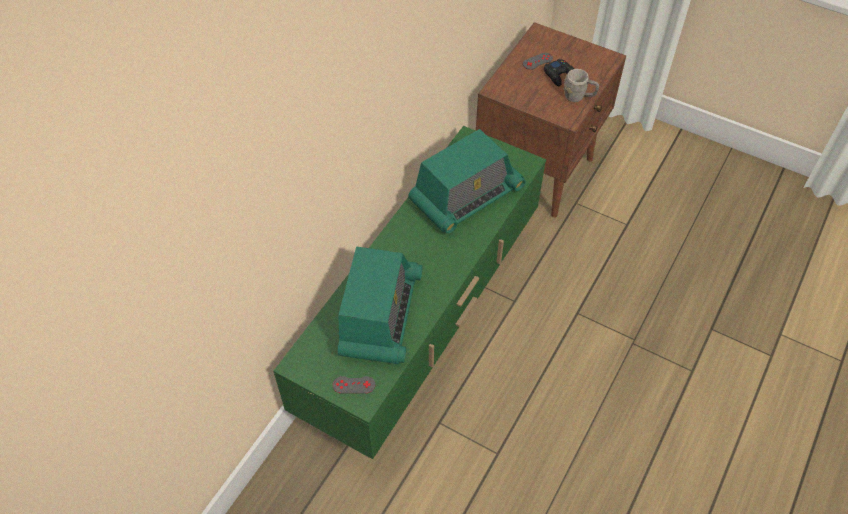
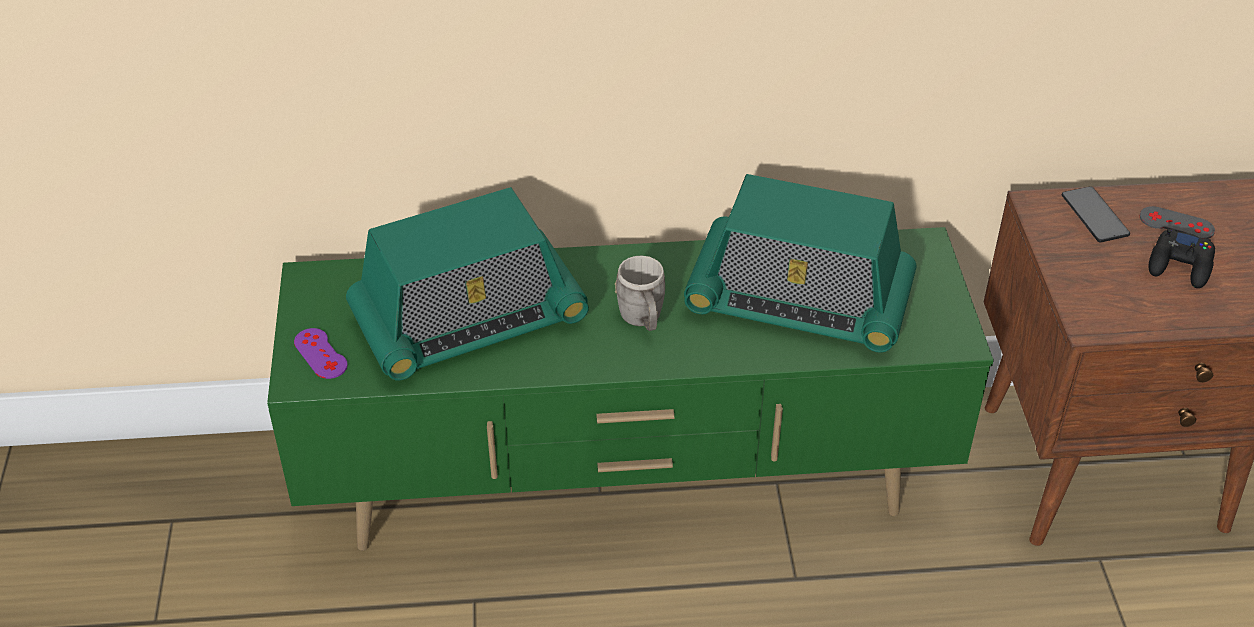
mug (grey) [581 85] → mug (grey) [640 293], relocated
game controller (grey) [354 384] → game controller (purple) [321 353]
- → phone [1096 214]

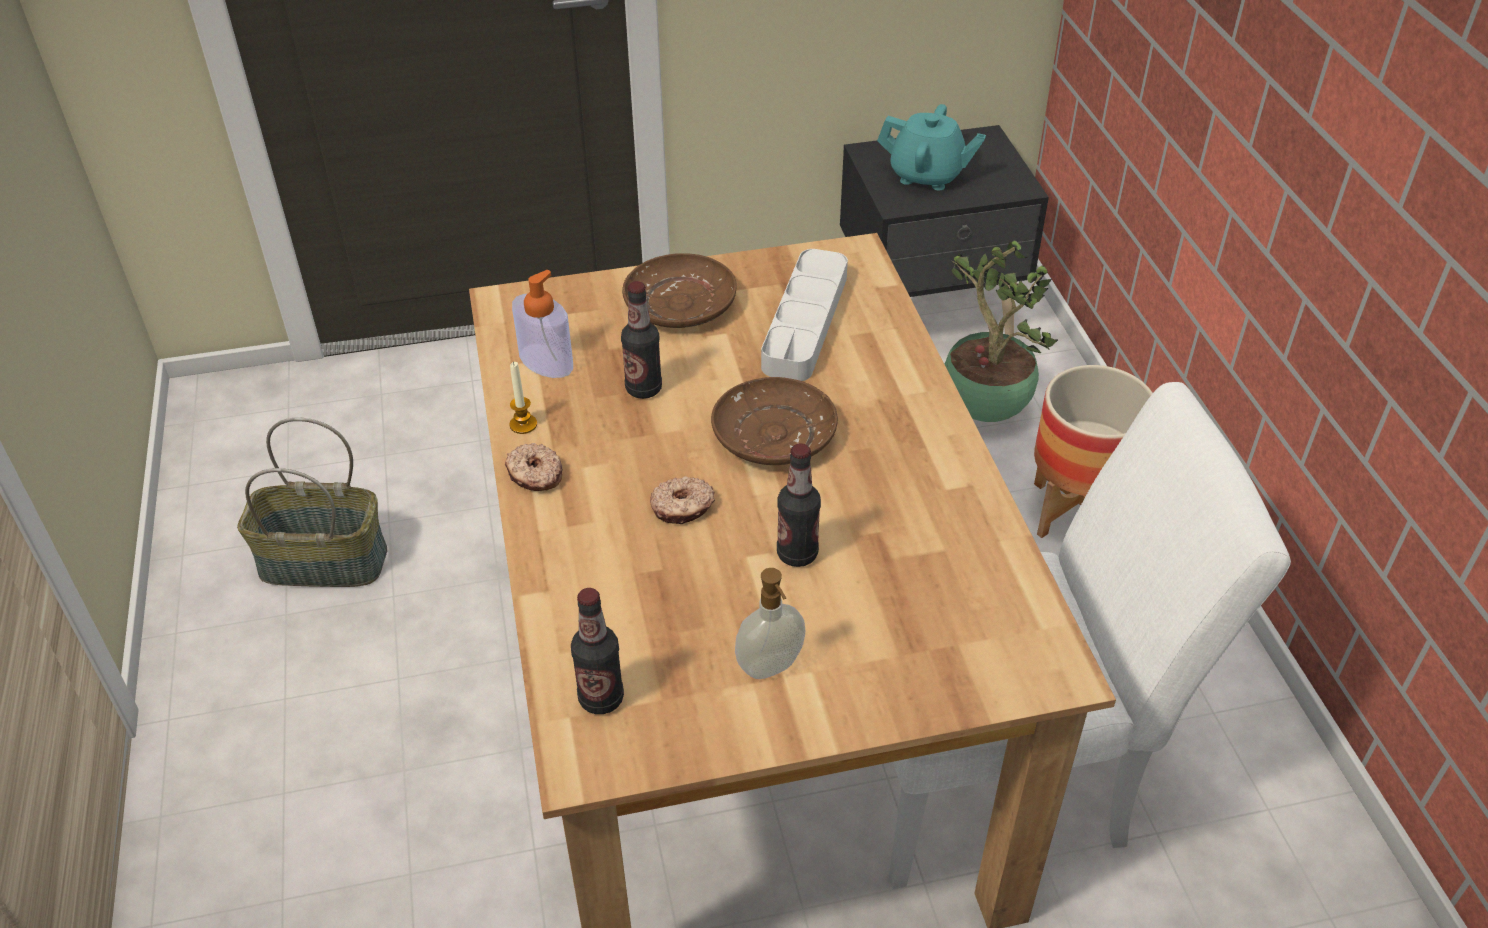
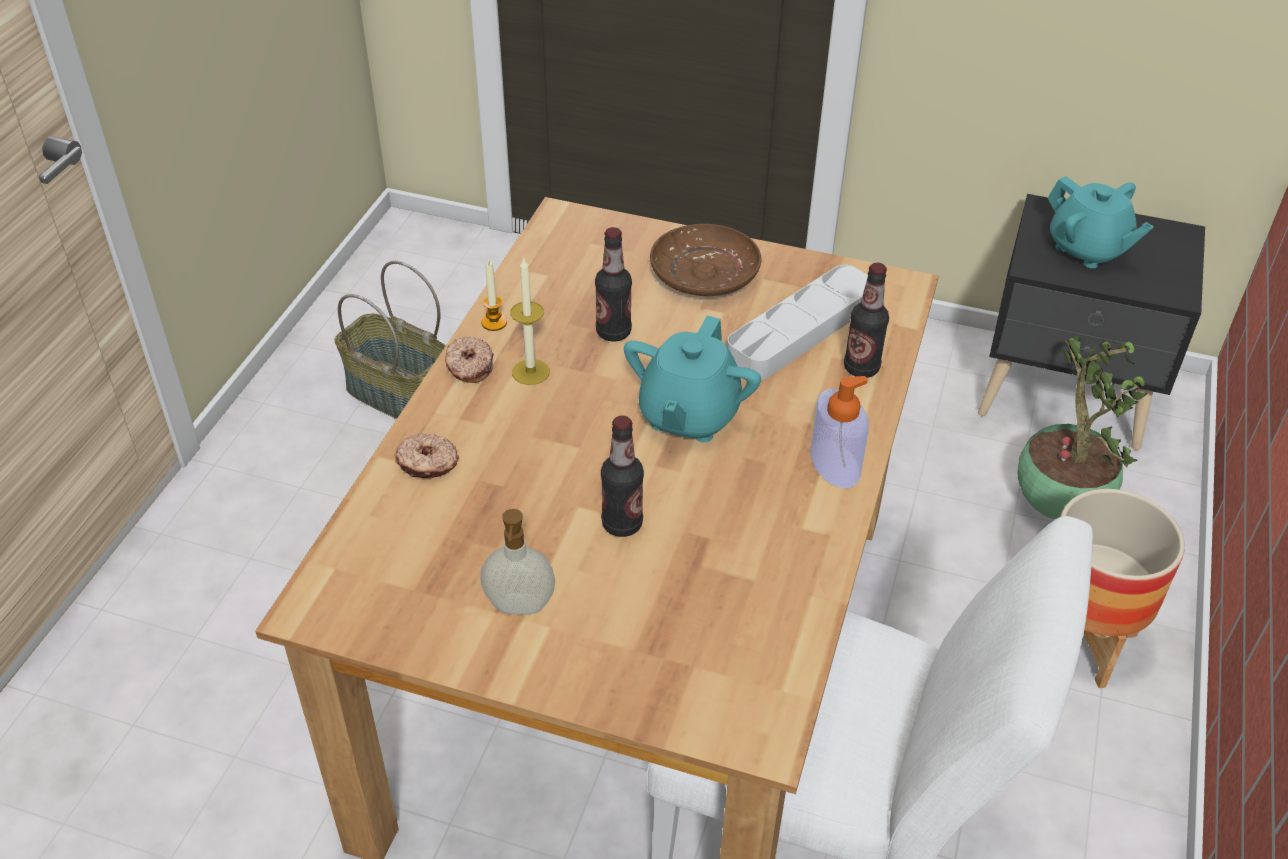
soap dispenser [542 324] → soap dispenser [840 432], relocated
plate (brown) [774 421] → teapot (turquoise) [692 378]
donut [682 500] → donut [426 455], relocated
bottle [597 651] → bottle [866 320], relocated
- → candle [530 321]

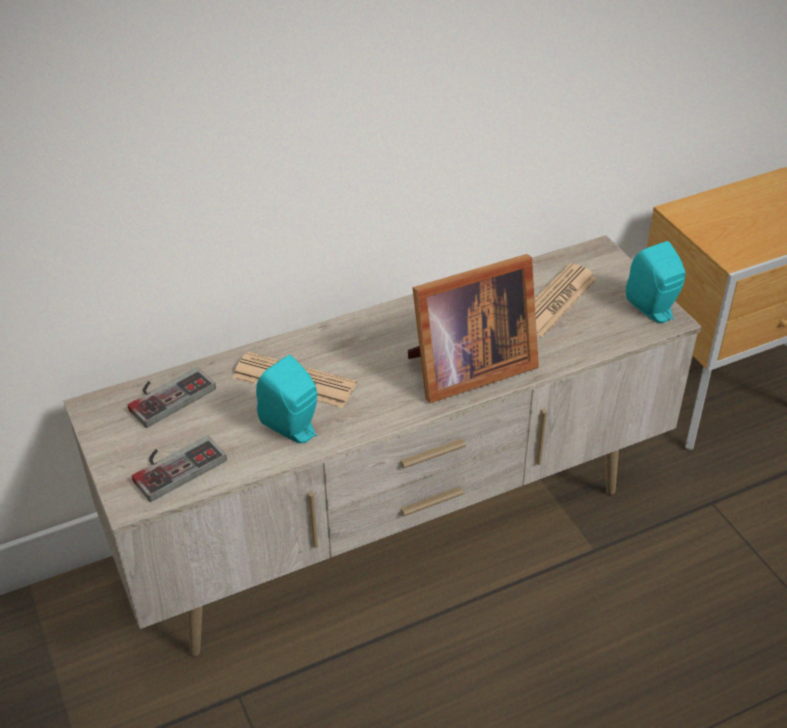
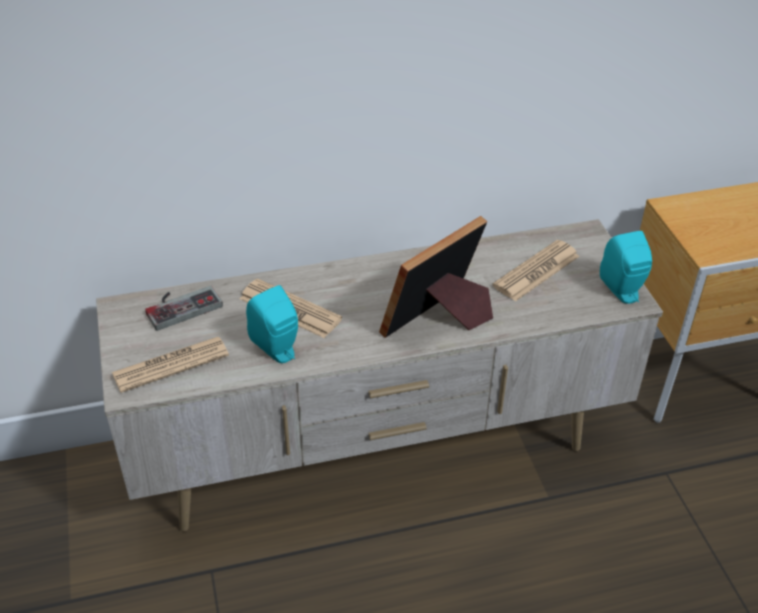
picture frame [473 328] → picture frame [436 277], 150 degrees clockwise
game controller [179 468] → newspaper [170 365]

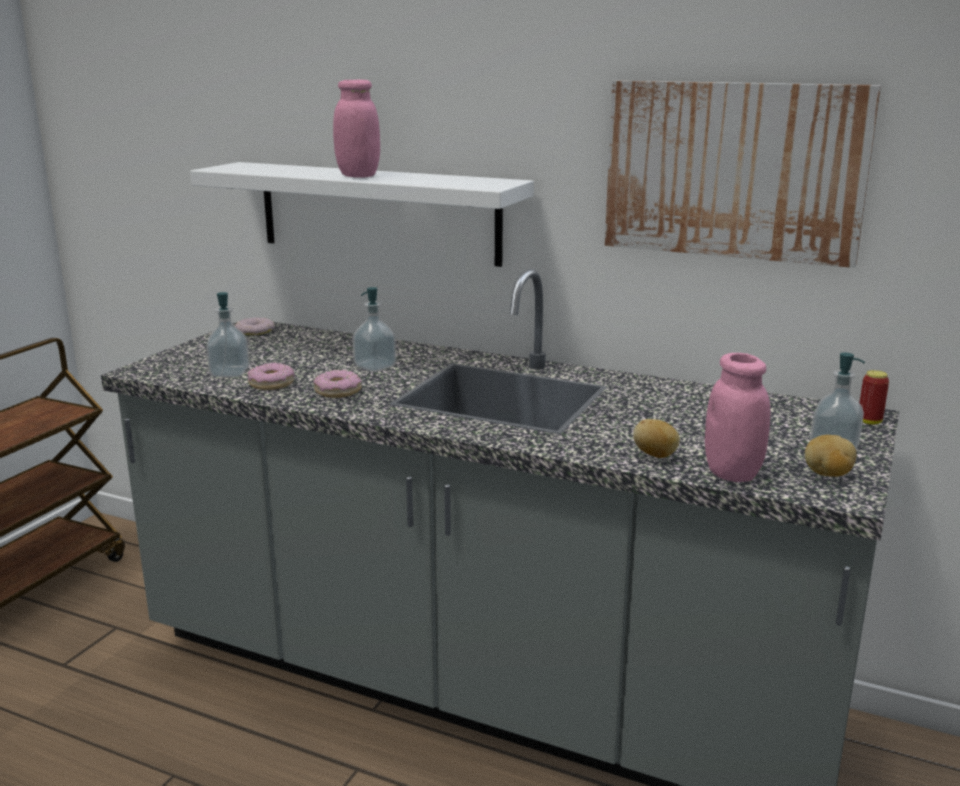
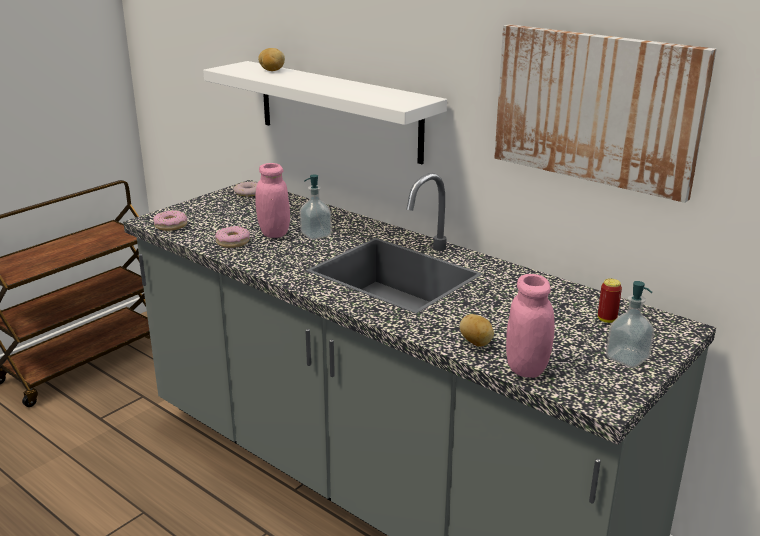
jar (pink) [356 128] → jar (pink) [272 200], relocated
soap dispenser [227 334] → -
donut [337 384] → donut [170 220], relocated
can [874 397] → can [610 300], relocated
potato [831 456] → potato [271 59], relocated

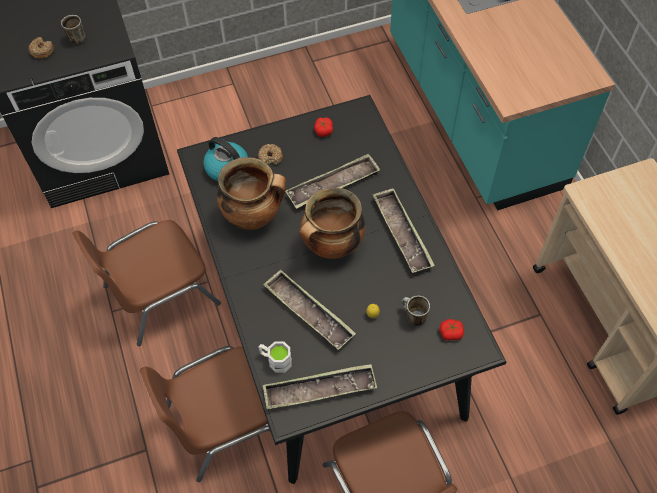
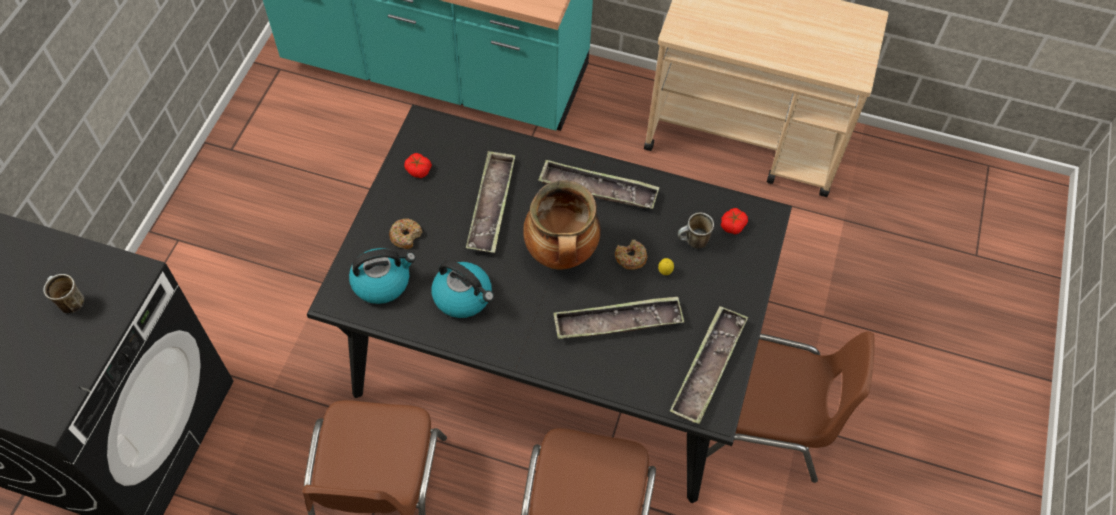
donut [41 48] → donut [631 255], relocated
cooking pot [251 193] → kettle [463 289]
mug (white) [275 357] → -

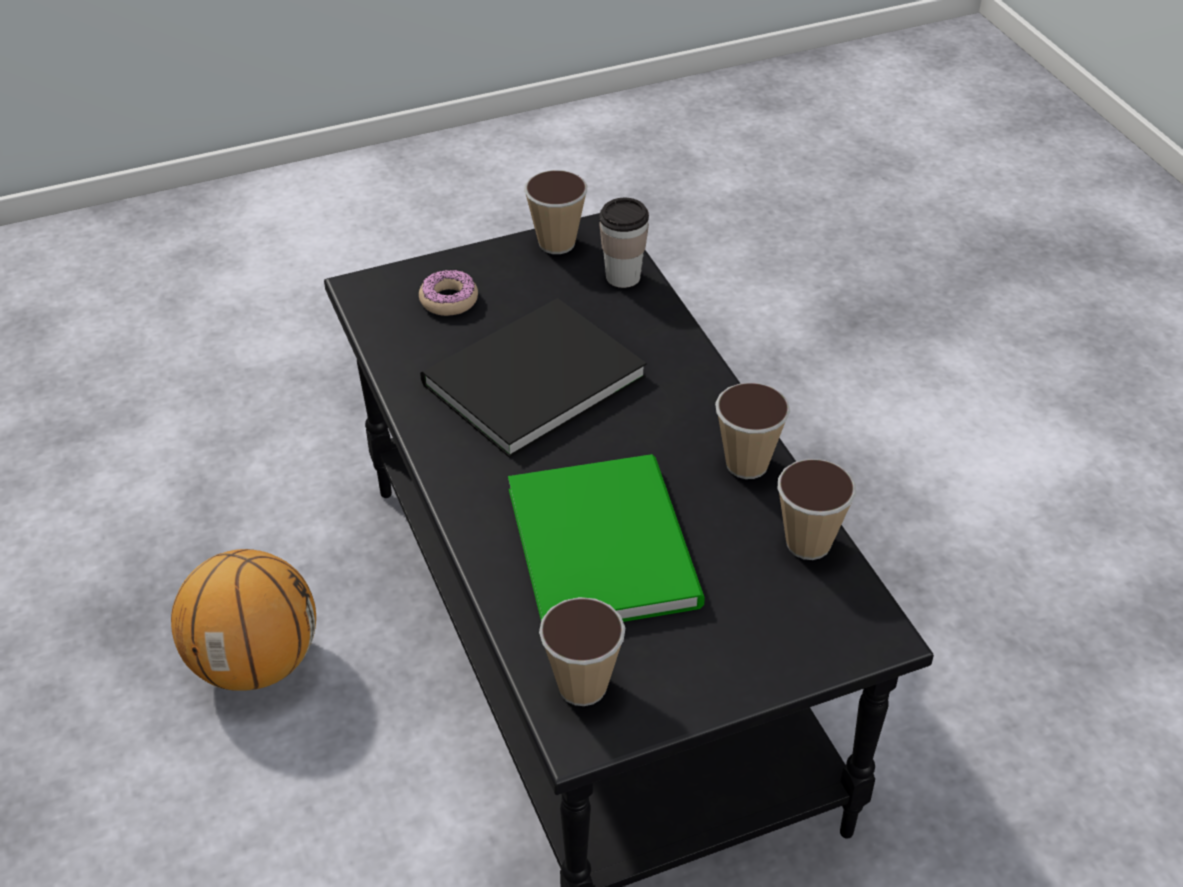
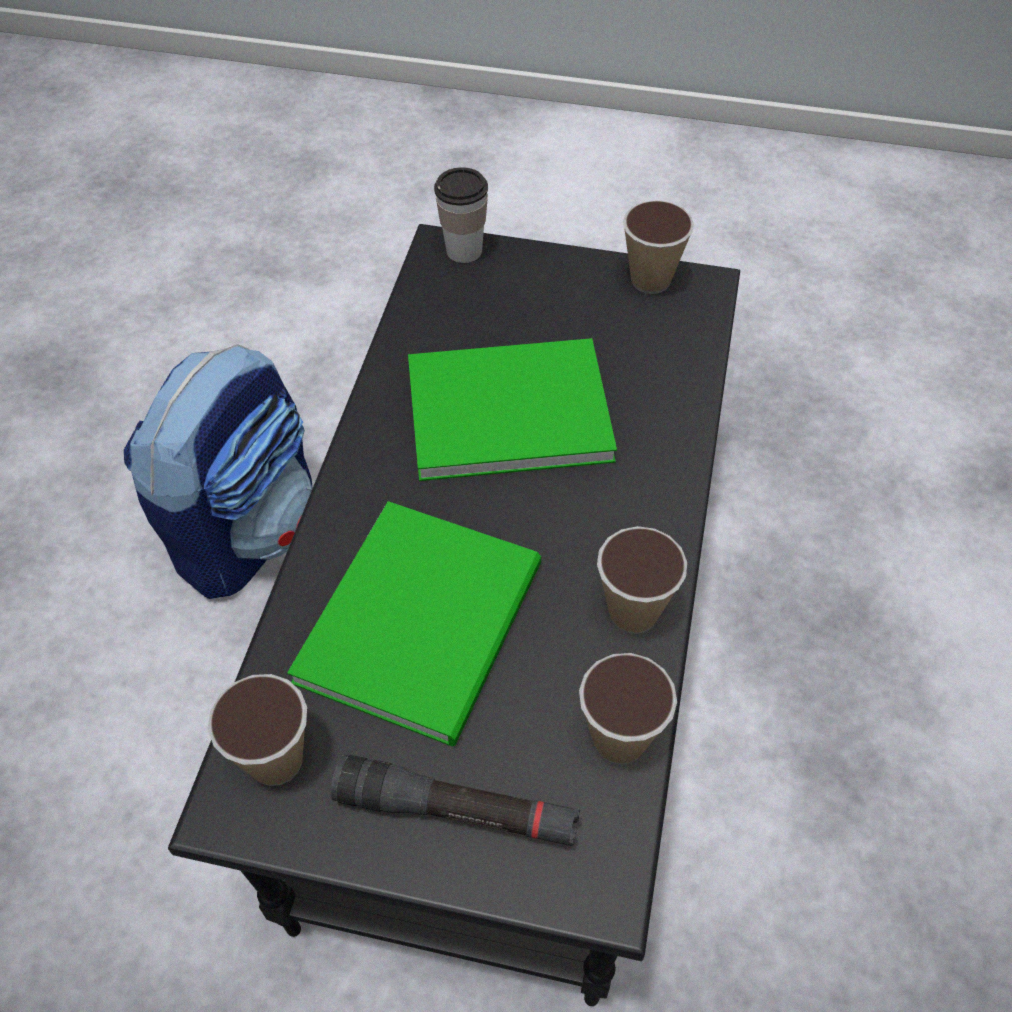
cup [624 243] → cup [461 215], relocated
donut [448 293] → -
book (black) [533 378] → book (green) [512 409]
basketball [243 620] → backpack [218 471]
- → flashlight (black) [455 800]

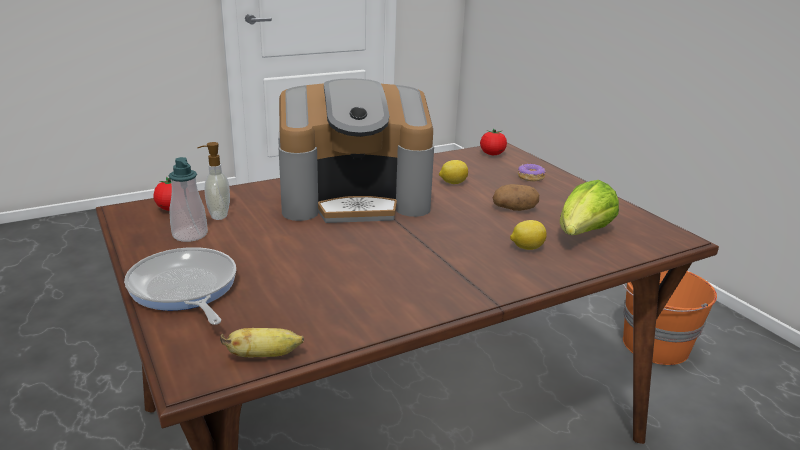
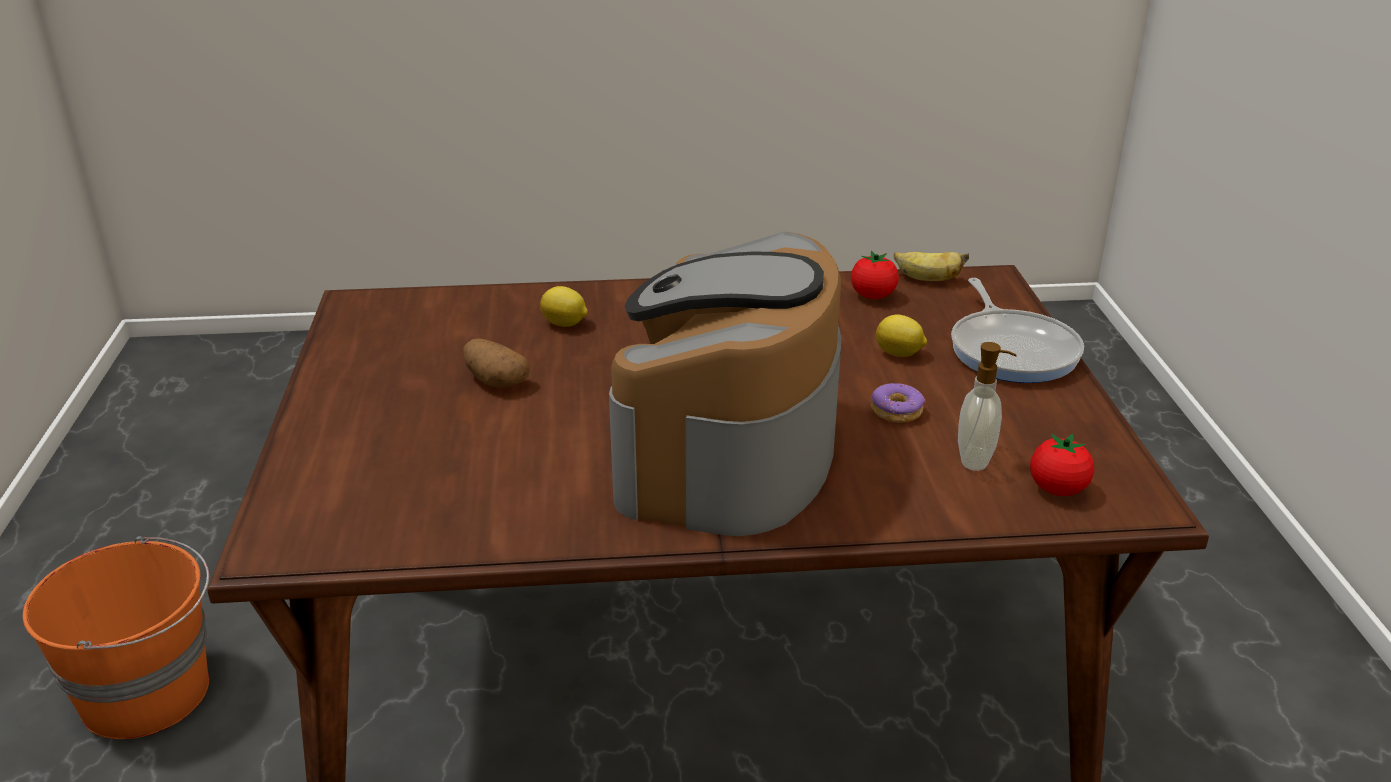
coffee machine [356 150] → coffee machine [725 384], 90 degrees counterclockwise
tomato [493 141] → tomato [875 275], relocated
soap dispenser [188 199] → -
lemon [453 172] → lemon [901 336], relocated
donut [532 172] → donut [898 403], relocated
lettuce [589 207] → -

